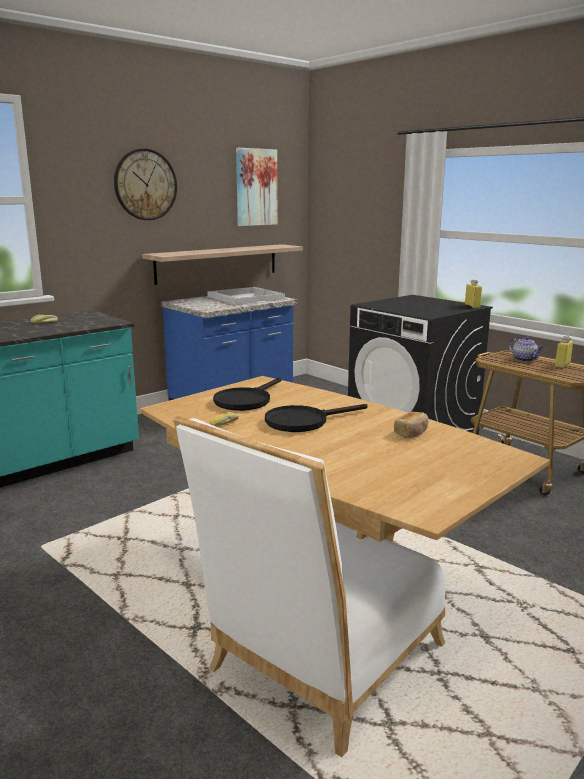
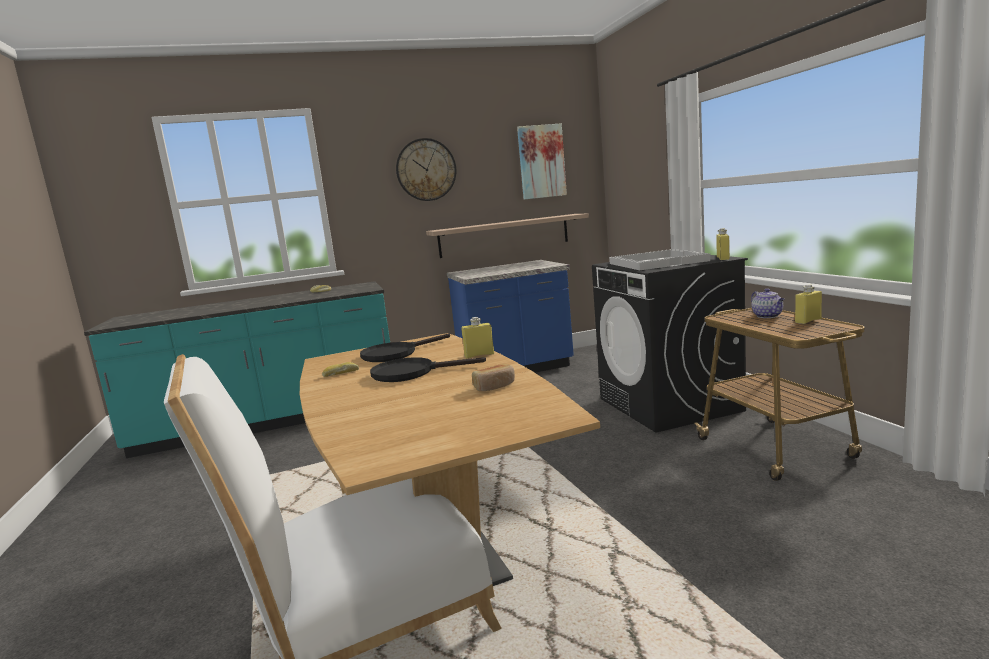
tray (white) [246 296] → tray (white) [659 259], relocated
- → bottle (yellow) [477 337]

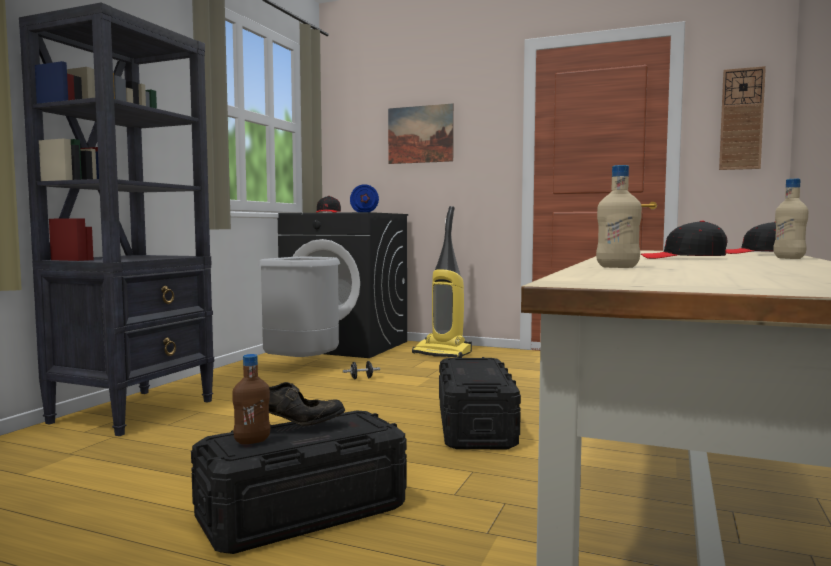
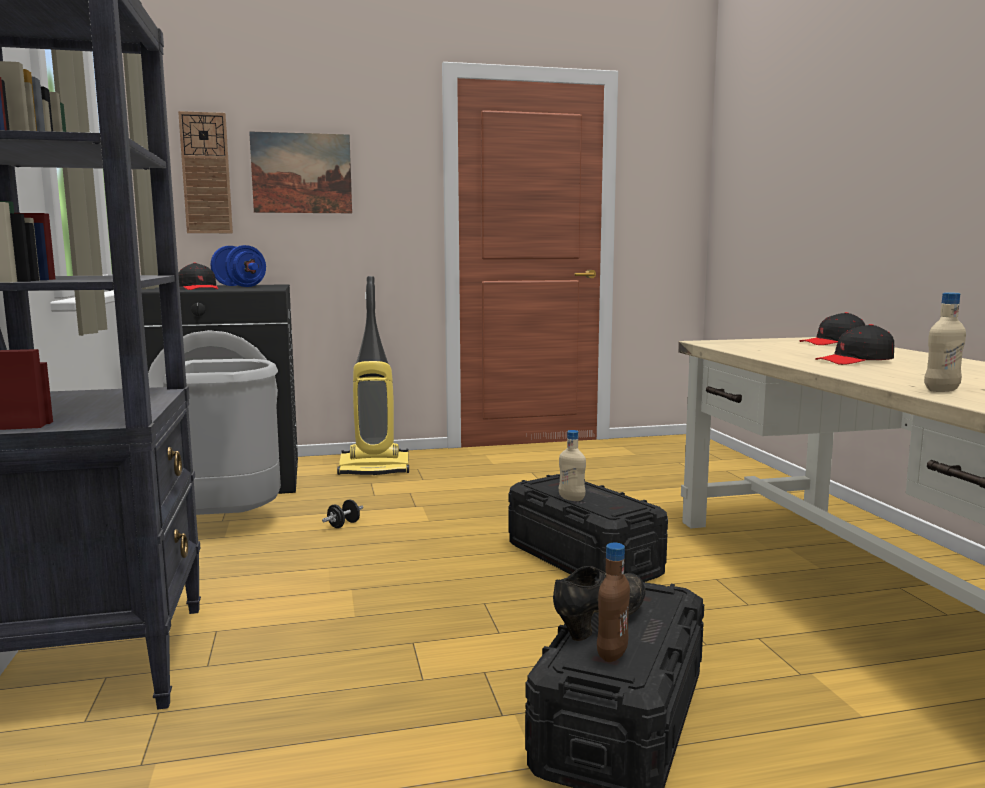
wall clock [742 118] → wall clock [205 172], relocated
bottle (beige) [790 219] → bottle (beige) [572 465], relocated

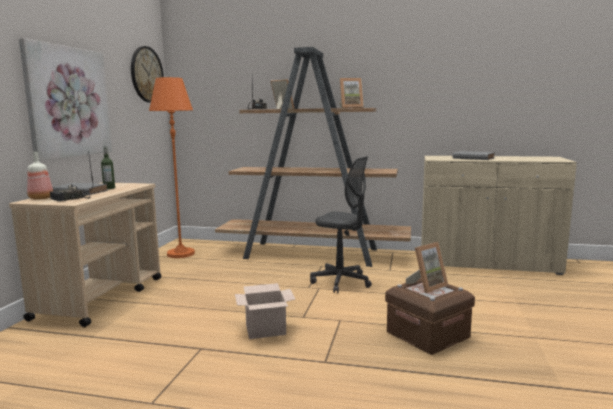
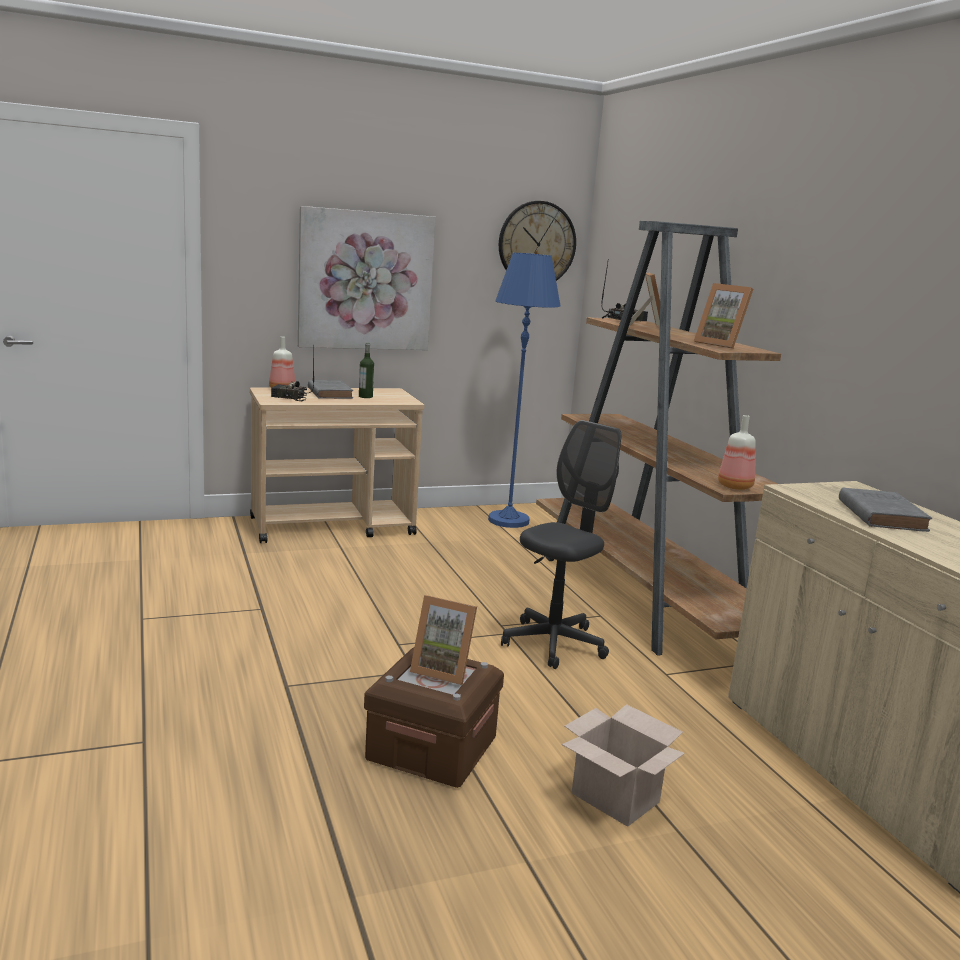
floor lamp (orange) [172 167] → floor lamp (blue) [524 390]
office chair (grey) [341 224] → office chair (grey) [561 544], 135 degrees counterclockwise
cardboard box [265 311] → cardboard box [623 765], relocated
- → bottle [737 452]

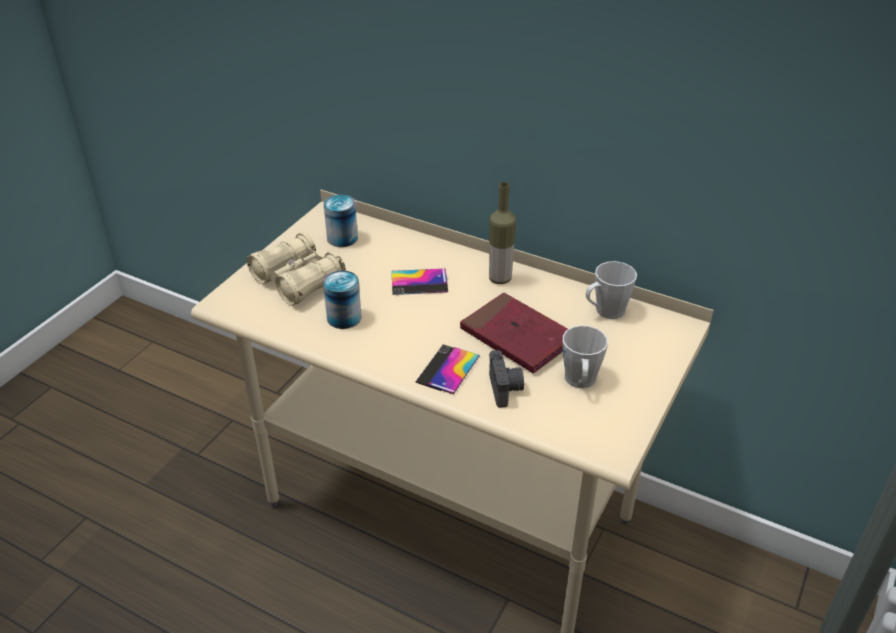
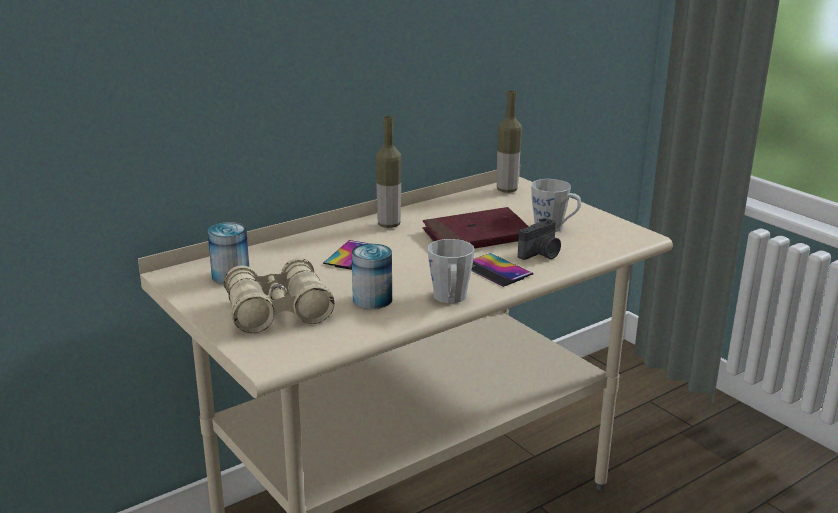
mug (grey) [611 290] → mug (grey) [451 271], relocated
photo camera [506 379] → photo camera [539 239], 120 degrees clockwise
- → bottle [509 141]

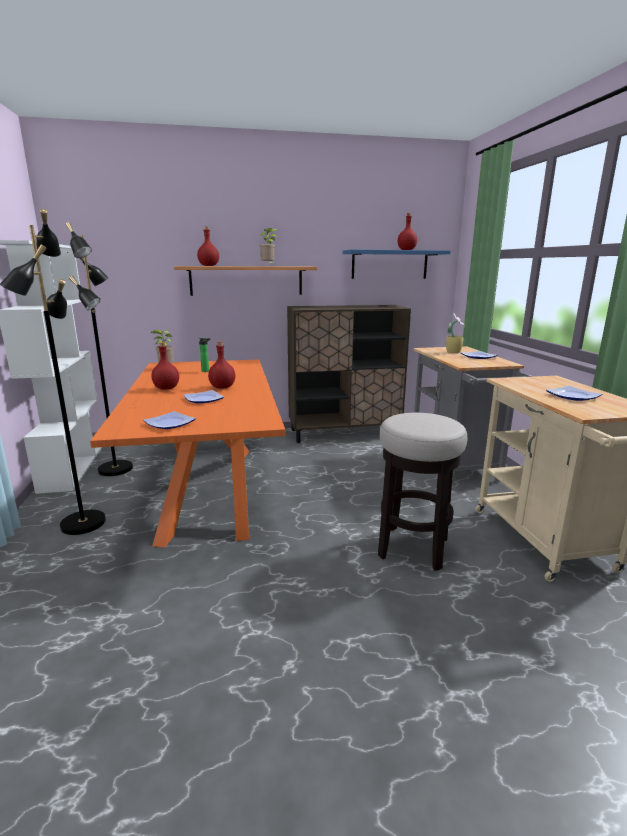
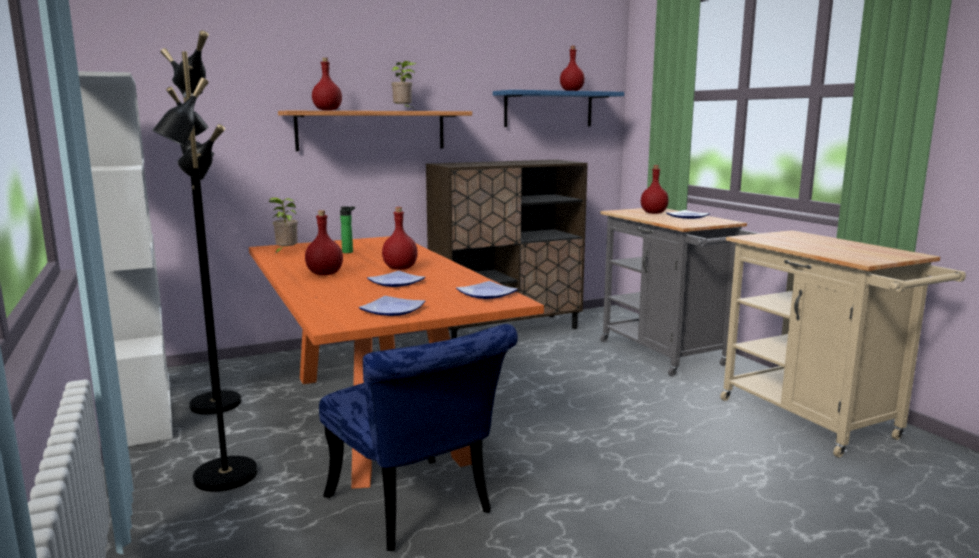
potted plant [455 332] → bottle (red) [655 189]
plate [574 393] → plate [487 290], relocated
stool [422 492] → -
- → chair (blue) [418 437]

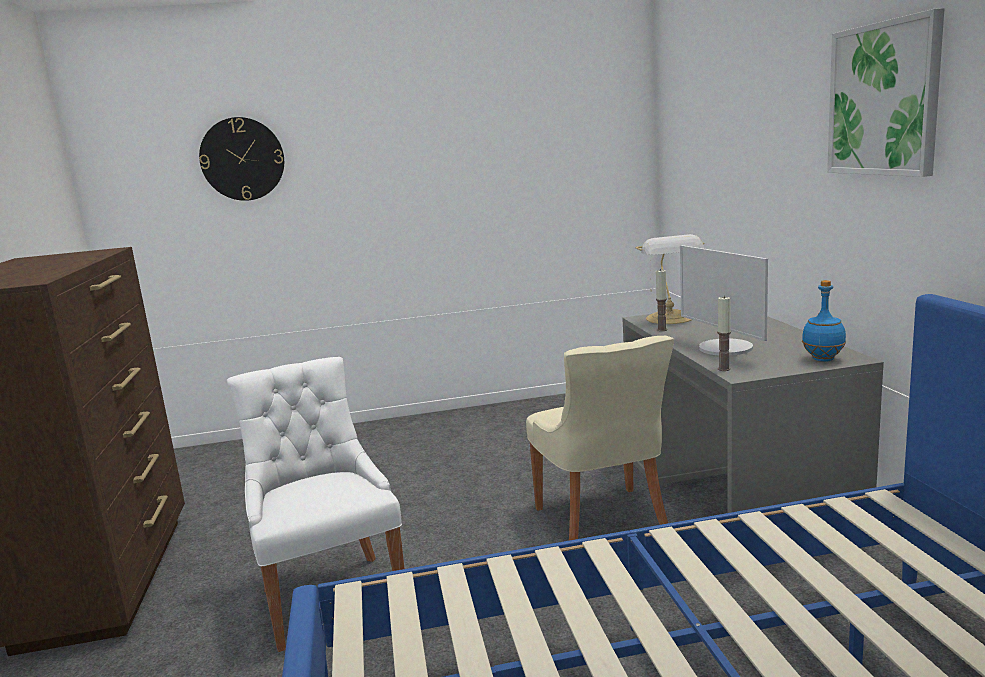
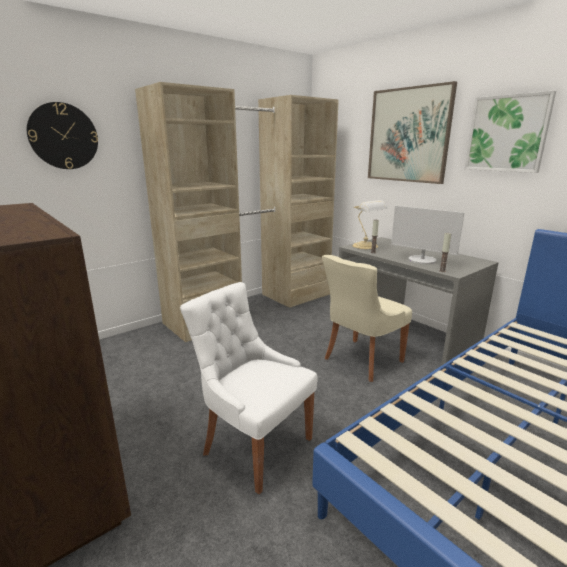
bottle (blue) [824 321] → -
chair (beige) [600 438] → chair (beige) [367 318], 90 degrees clockwise
- → picture [412 132]
- → wardrobe (beige) [237 212]

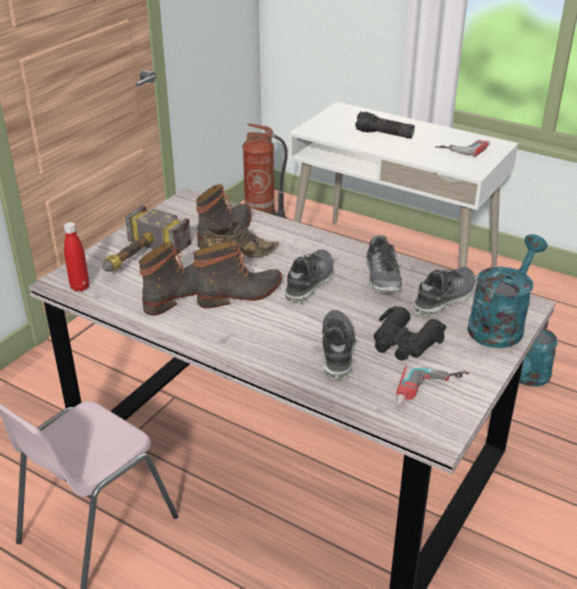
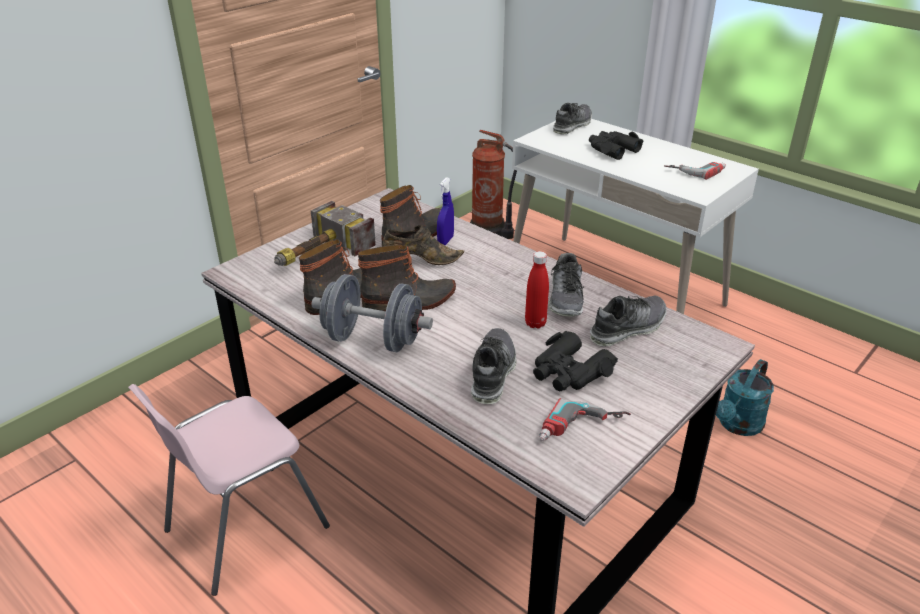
flashlight [385 125] → binoculars (black) [616 145]
bottle (red) [76 257] → bottle (red) [537 290], relocated
watering can (turquoise) [507 291] → -
shoe [309 276] → shoe [572 118], relocated
- → spray bottle (blue) [445 211]
- → dumbbell (grey) [372 313]

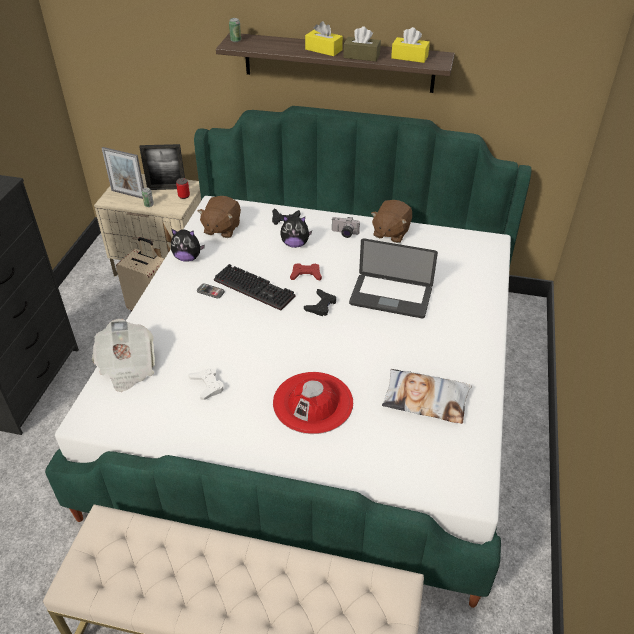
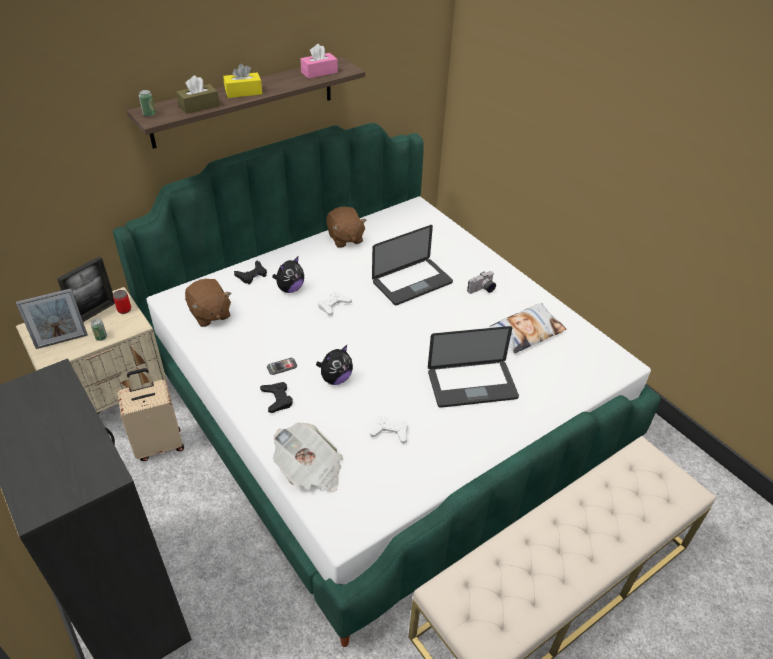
tissue box (brown) [362 44] → tissue box (brown) [197 95], relocated
tissue box (yellow) [410 45] → tissue box (pink) [319 61]
photo camera [346 227] → photo camera [481 282], relocated
plush toy [188 245] → plush toy [334 365], relocated
game controller (red) [306 271] → game controller (white) [335 303]
keyboard [254 287] → -
game controller (black) [320 302] → game controller (black) [276 397], relocated
hat (red) [313 403] → laptop [473 367]

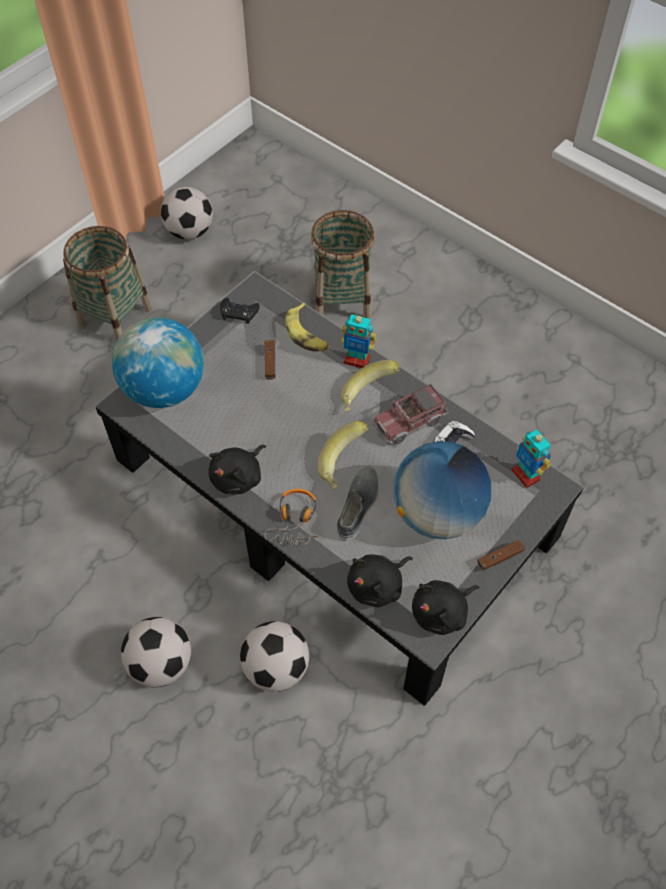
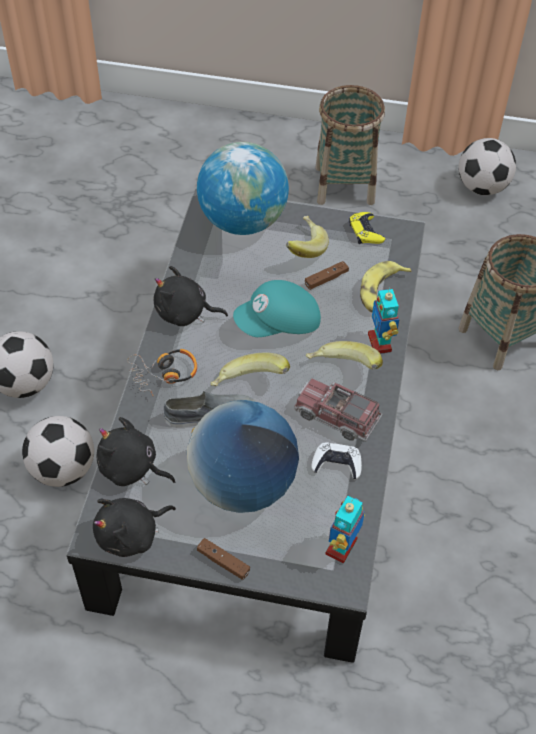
game controller (black) [240 311] → game controller (yellow) [367 228]
plush toy (black) [446 607] → plush toy (black) [134 527], 60 degrees counterclockwise
- → banana [307 237]
- → cap (turquoise) [277 308]

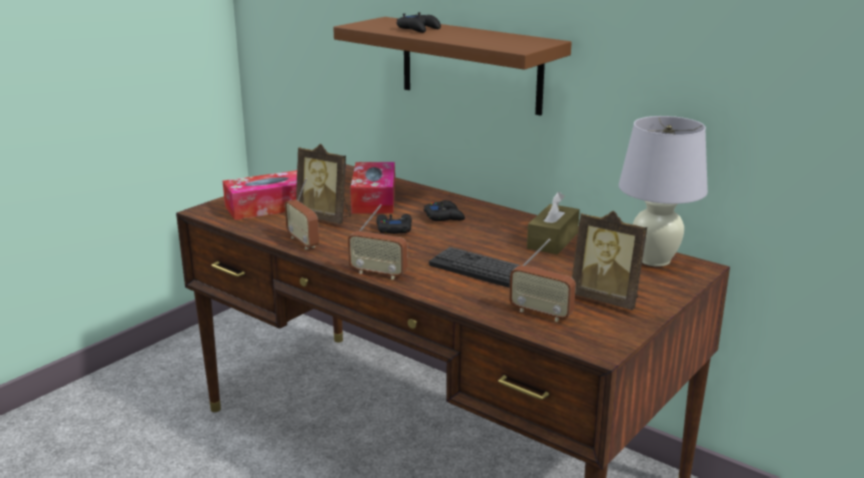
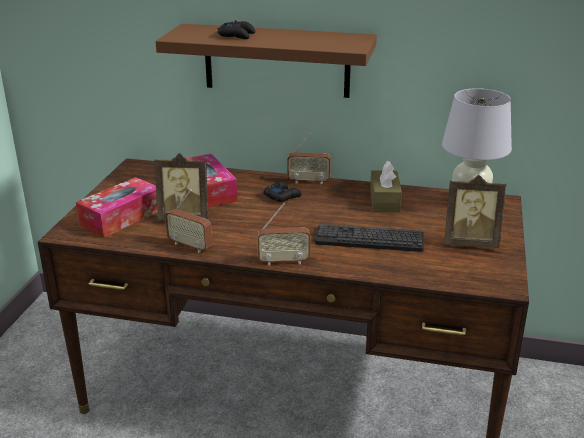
game controller (black) [394 224] → -
radio [542 280] → radio [309 158], relocated

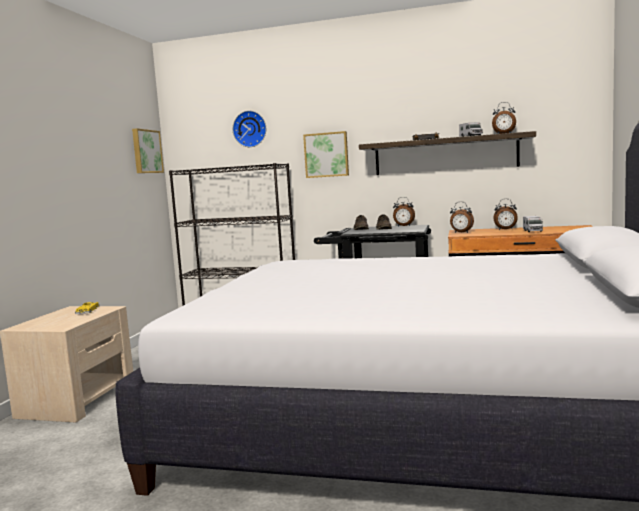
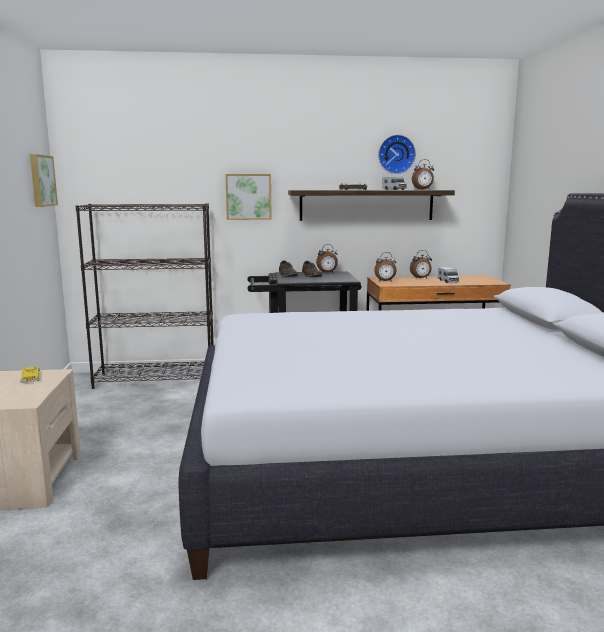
wall clock [249 129] → wall clock [397 154], relocated

